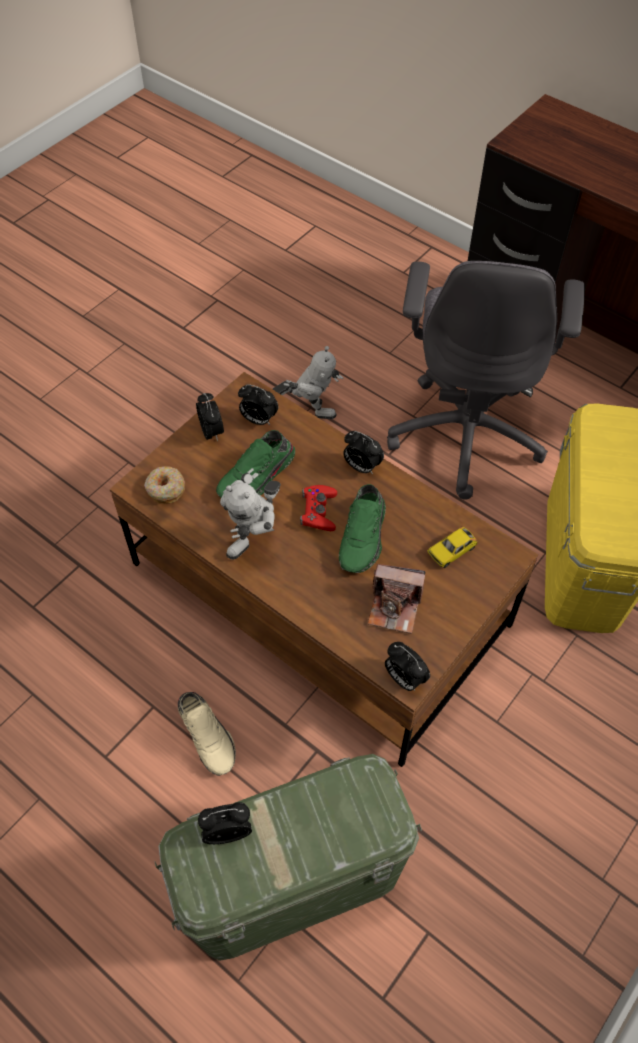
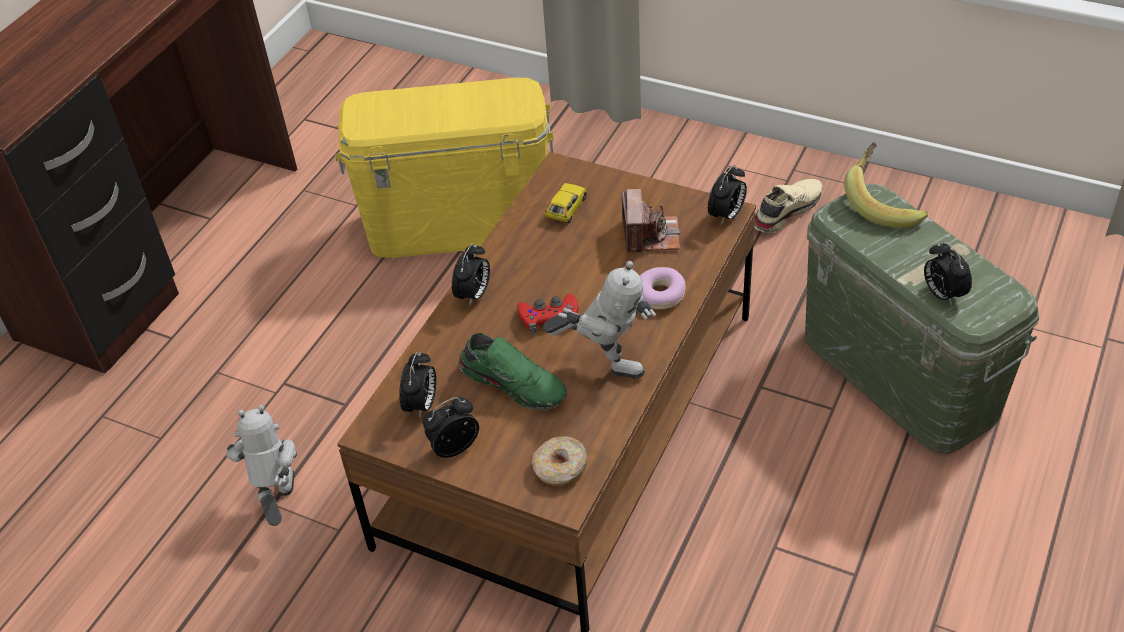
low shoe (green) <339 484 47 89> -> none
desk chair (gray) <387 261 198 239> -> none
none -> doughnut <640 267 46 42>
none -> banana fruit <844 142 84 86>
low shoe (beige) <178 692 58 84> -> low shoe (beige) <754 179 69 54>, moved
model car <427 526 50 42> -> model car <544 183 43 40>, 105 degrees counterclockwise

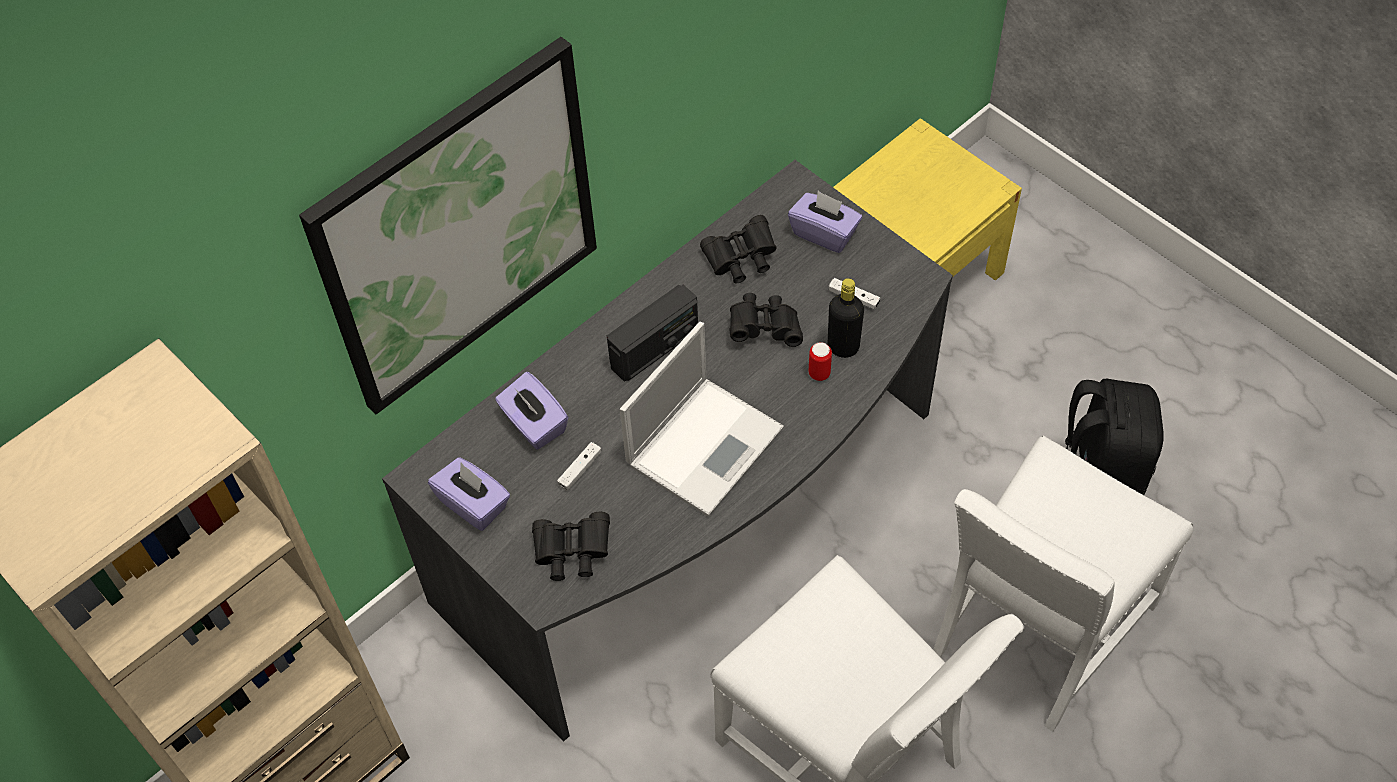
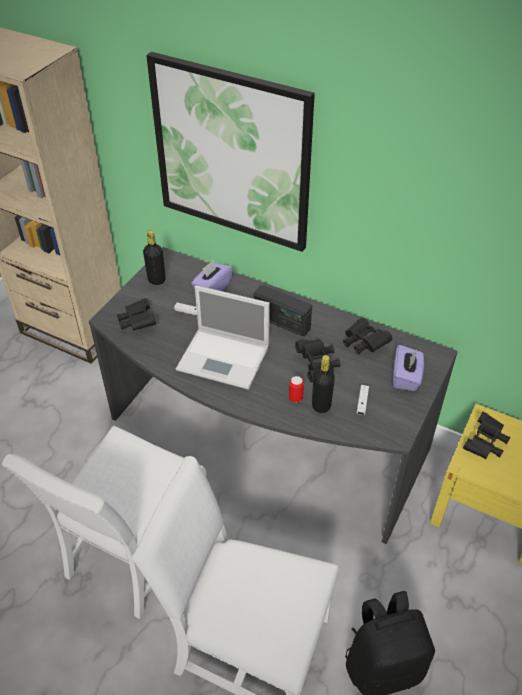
none -> field glasses (blackish) <463 412 47 47>
tissue holder (purple-coloured) <428 457 82 74> -> bottle (blackish) <143 230 23 55>

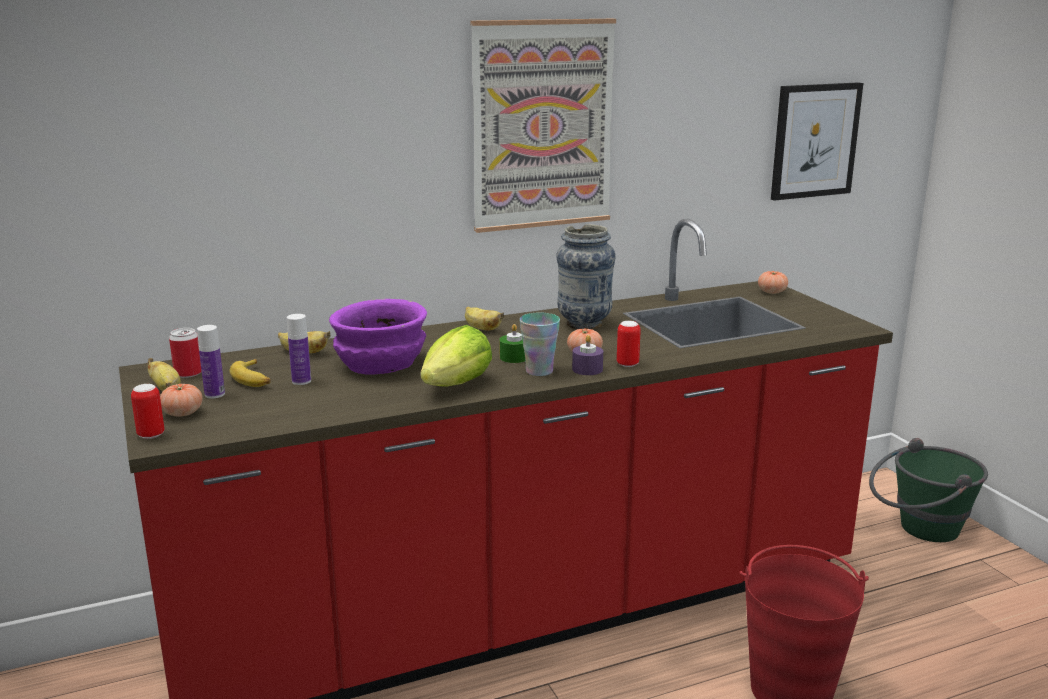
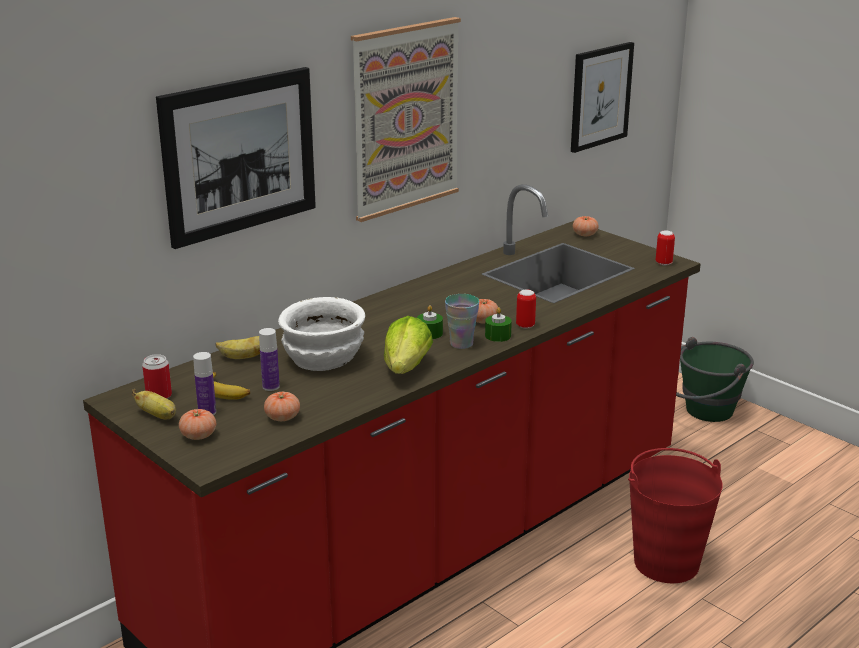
banana fruit <465 307 39 24> -> none
decorative vase <556 224 59 106> -> none
none -> wall art <156 67 160 182>
none -> whole tomato <264 392 36 29>
metal can <131 384 34 55> -> metal can <656 231 19 34>, moved
serving bowl (purple-coloured) <329 299 98 76> -> serving bowl (white) <278 297 87 74>
wax candle (purple-coloured) <572 335 31 40> -> wax candle (green) <485 307 27 35>

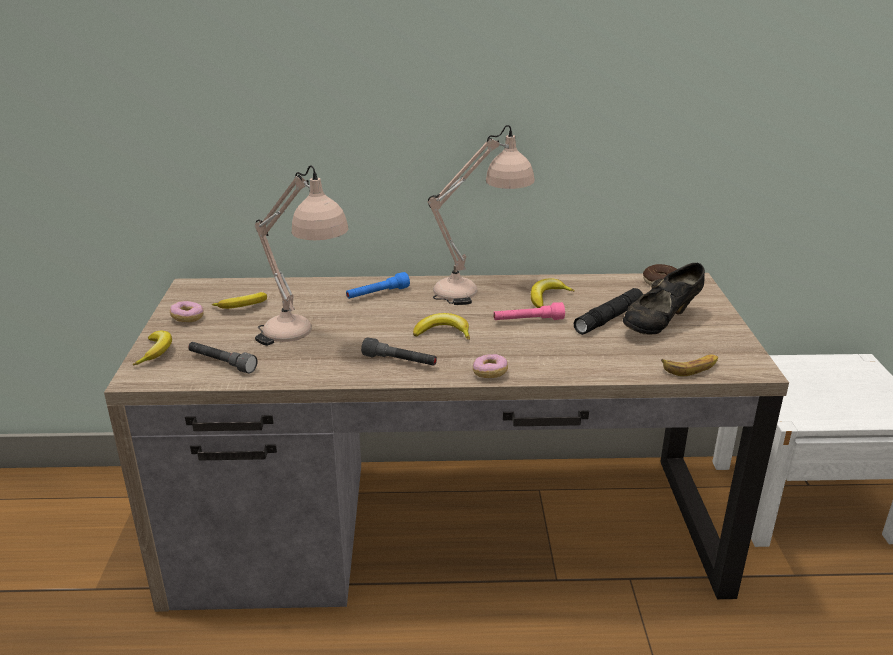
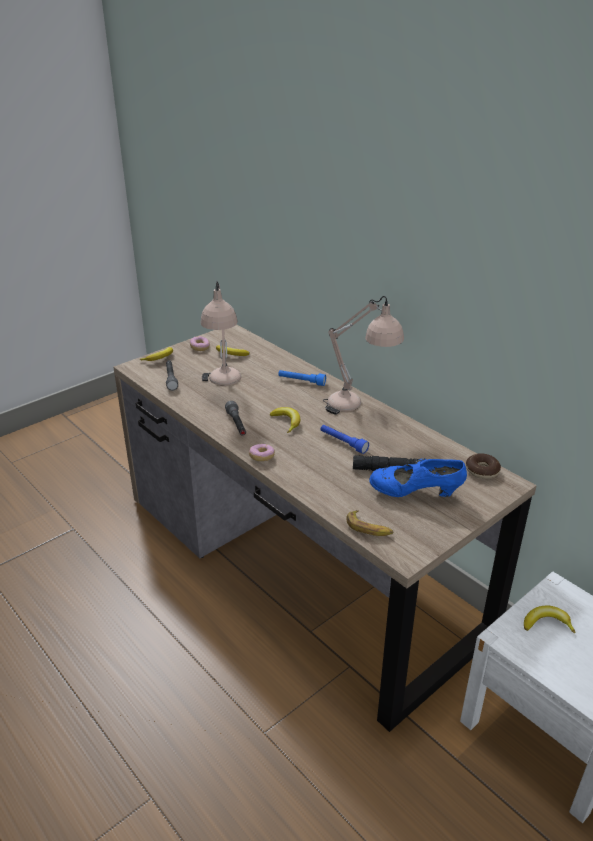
banana fruit <531 278 44 30> -> banana fruit <524 606 52 27>, moved
hand torch (pink) <493 302 72 18> -> hand torch (bluish) <321 425 48 29>
low shoe (blackish) <623 263 82 71> -> low shoe (bluish) <369 458 98 39>

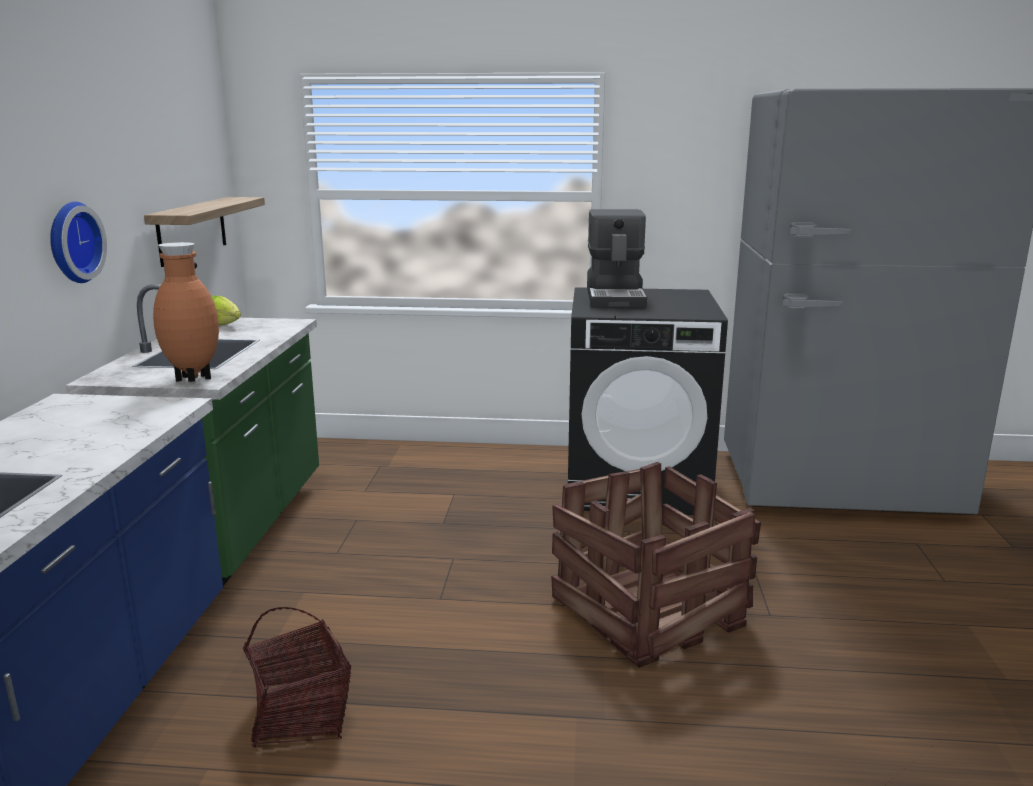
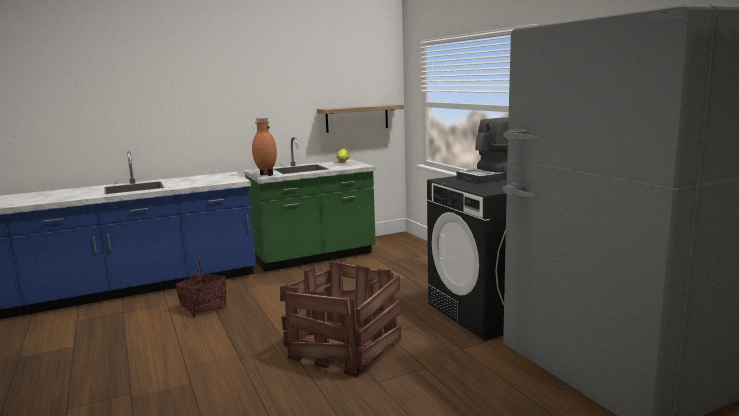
wall clock <50 202 57 81> -> none

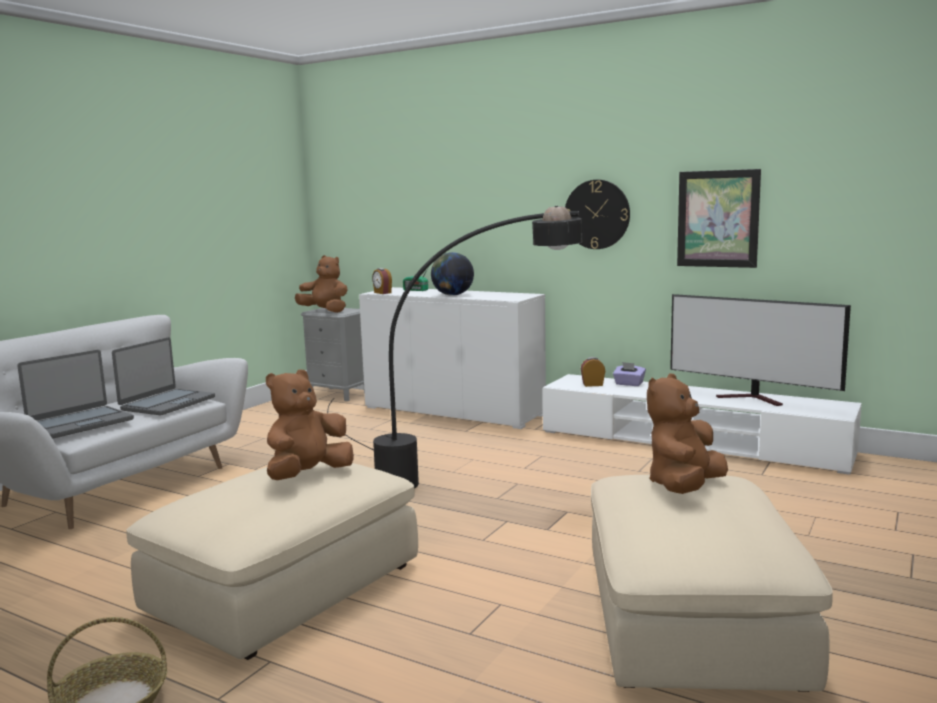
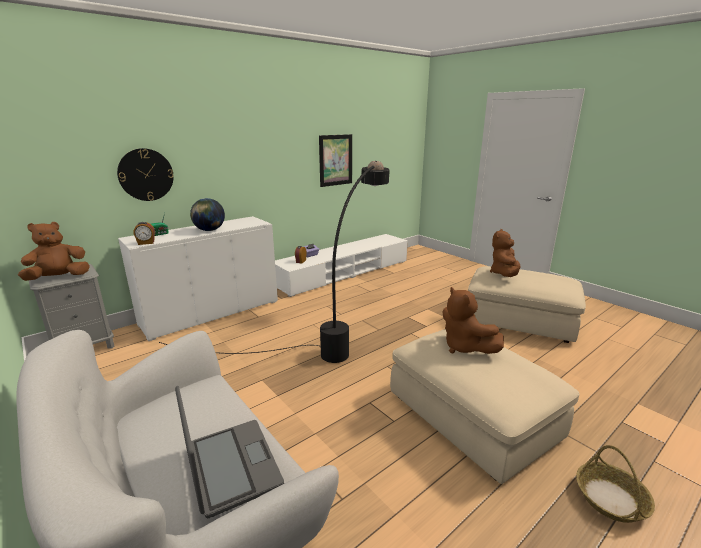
notebook computer <112 337 103 78> -> none
TV set <670 294 181 112> -> none
wall clock <565 180 65 69> -> wall clock <117 148 57 53>, moved
plush toy (brown) <647 373 81 121> -> plush toy (brown) <490 229 31 48>, 60 degrees clockwise

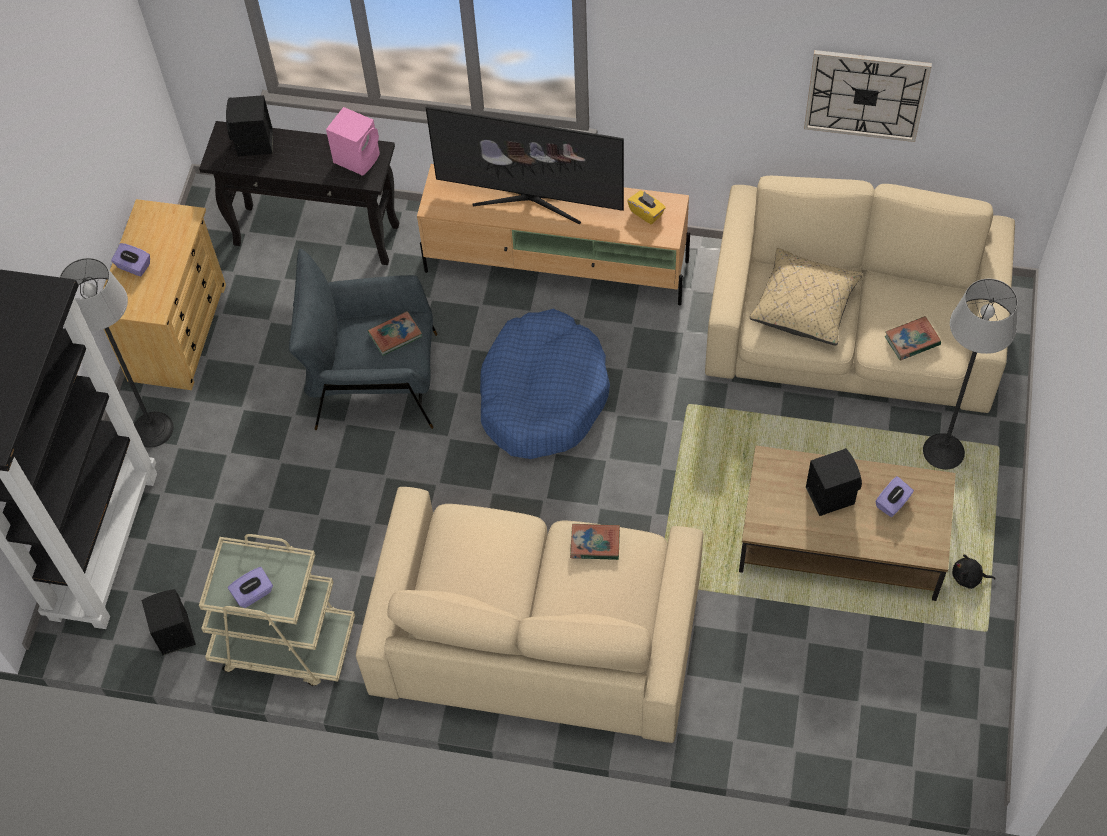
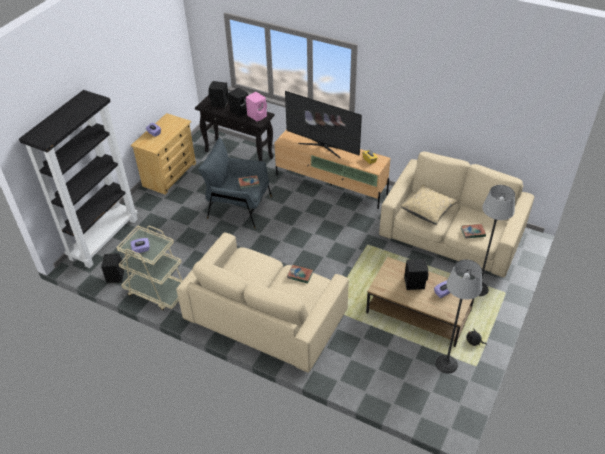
dog bed (bluish) <480 309 130 150> -> none
wall clock <804 50 128 92> -> none
none -> audio speaker (blackish) <228 88 20 29>
standard lamp <60 258 113 190> -> standard lamp <435 259 47 115>, moved

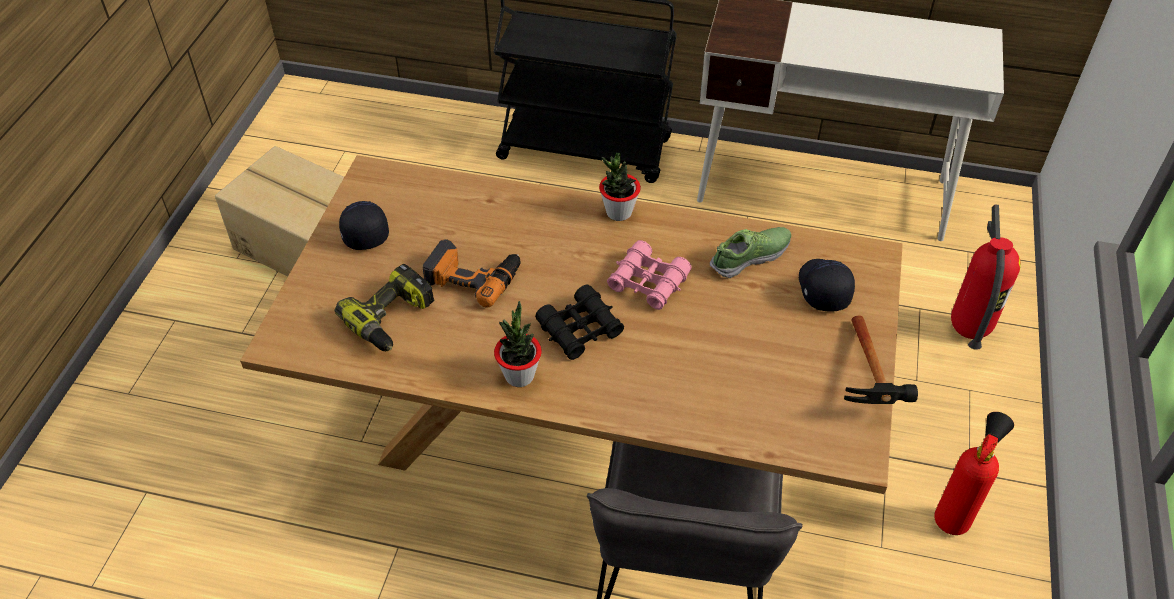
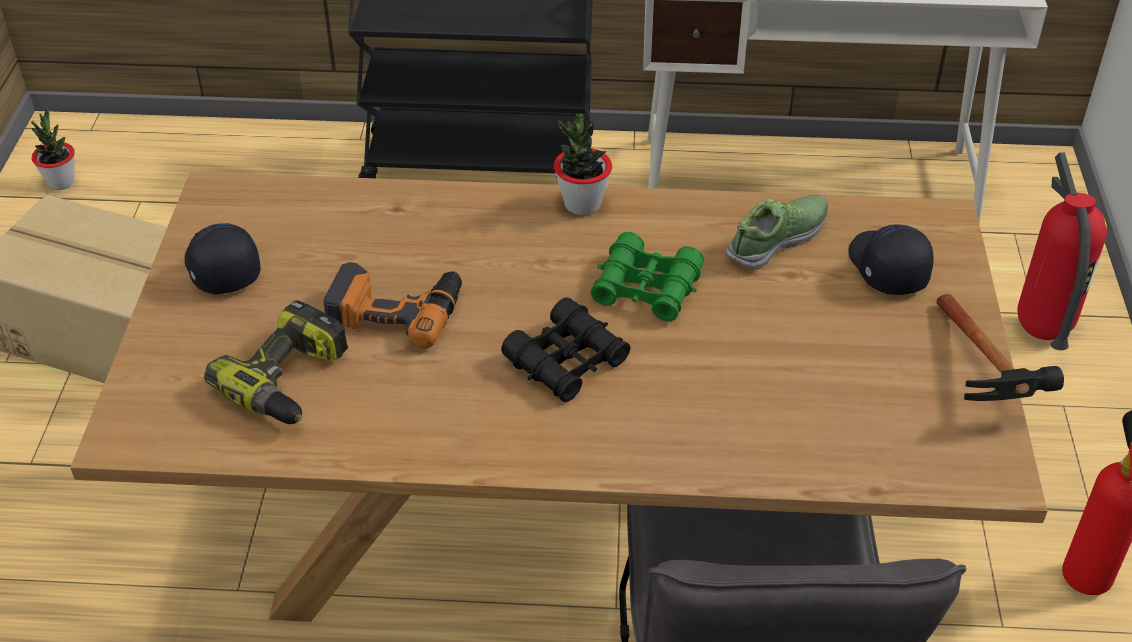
houseplant <494 301 48 86> -> houseplant <31 106 44 84>, moved
field glasses (pink) <607 240 84 70> -> field glasses (green) <591 232 113 89>

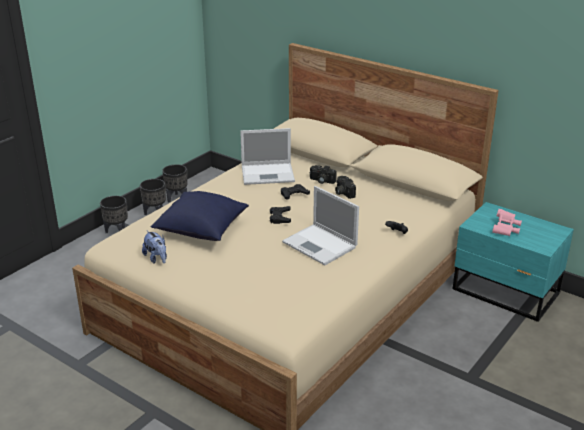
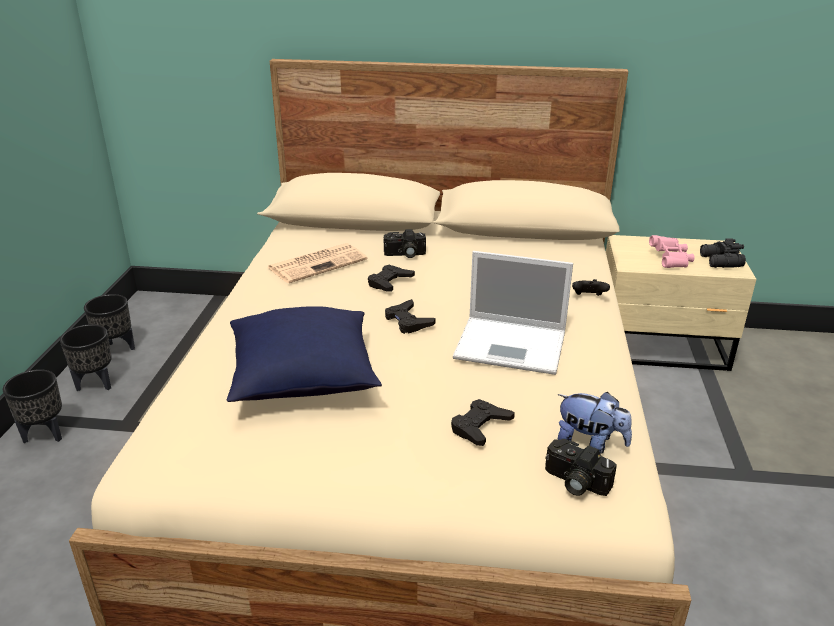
none -> gamepad (blackish) <451 399 64 47>
none -> field glasses (blackish) <700 239 46 29>
plush toy <142 230 25 34> -> plush toy <558 392 74 61>, moved
still camera <335 176 21 23> -> still camera <545 439 72 57>, moved
notebook computer <240 128 55 57> -> printed paper <268 243 99 40>
bedside table (turquoise) <453 202 121 120> -> bedside table (beige) <606 235 151 136>

